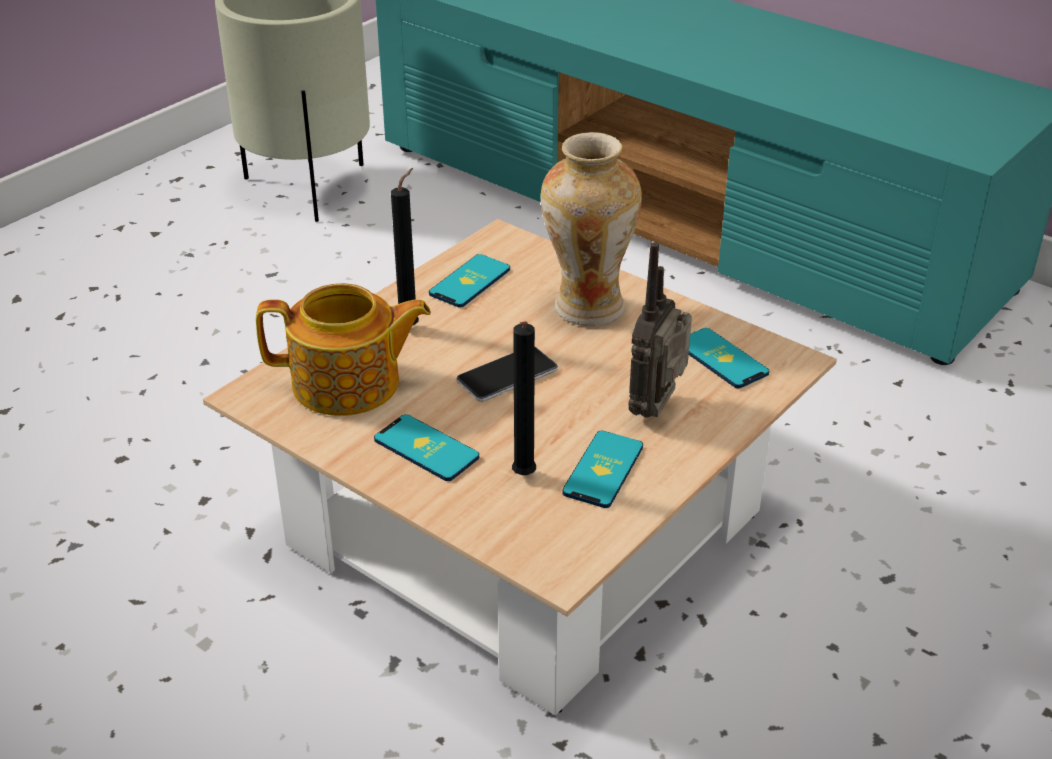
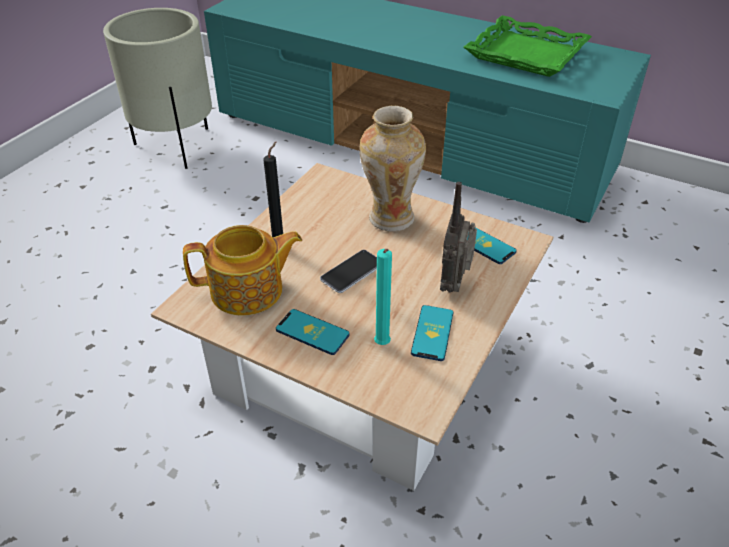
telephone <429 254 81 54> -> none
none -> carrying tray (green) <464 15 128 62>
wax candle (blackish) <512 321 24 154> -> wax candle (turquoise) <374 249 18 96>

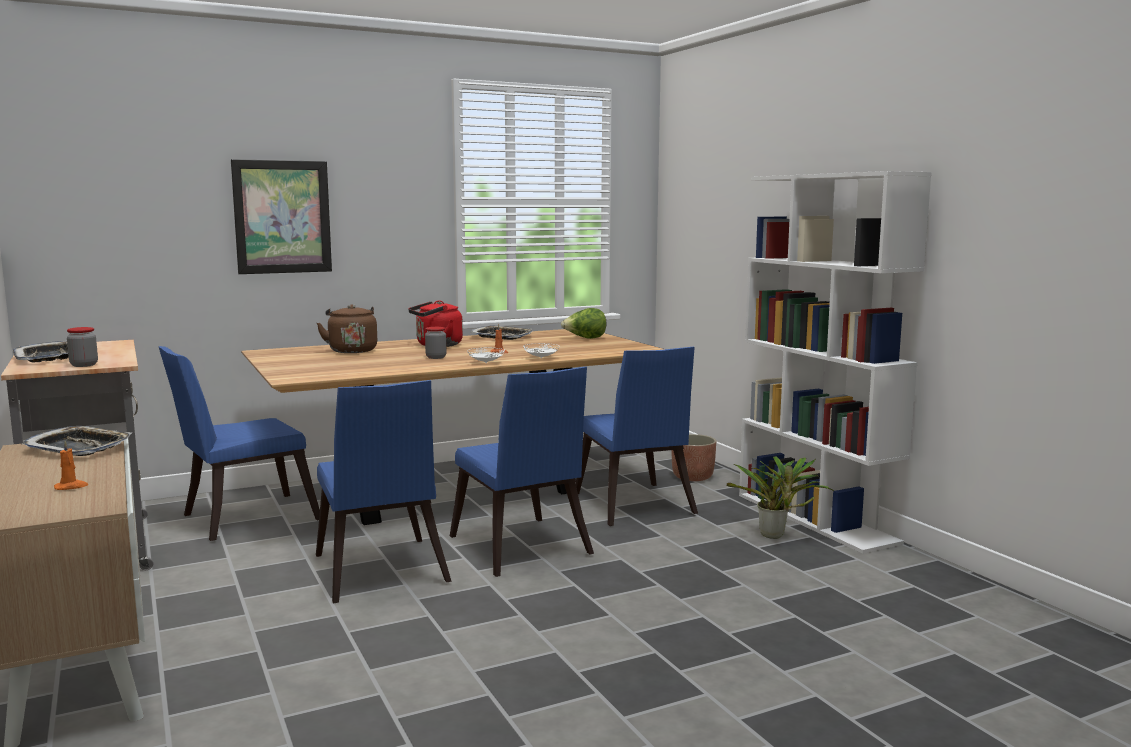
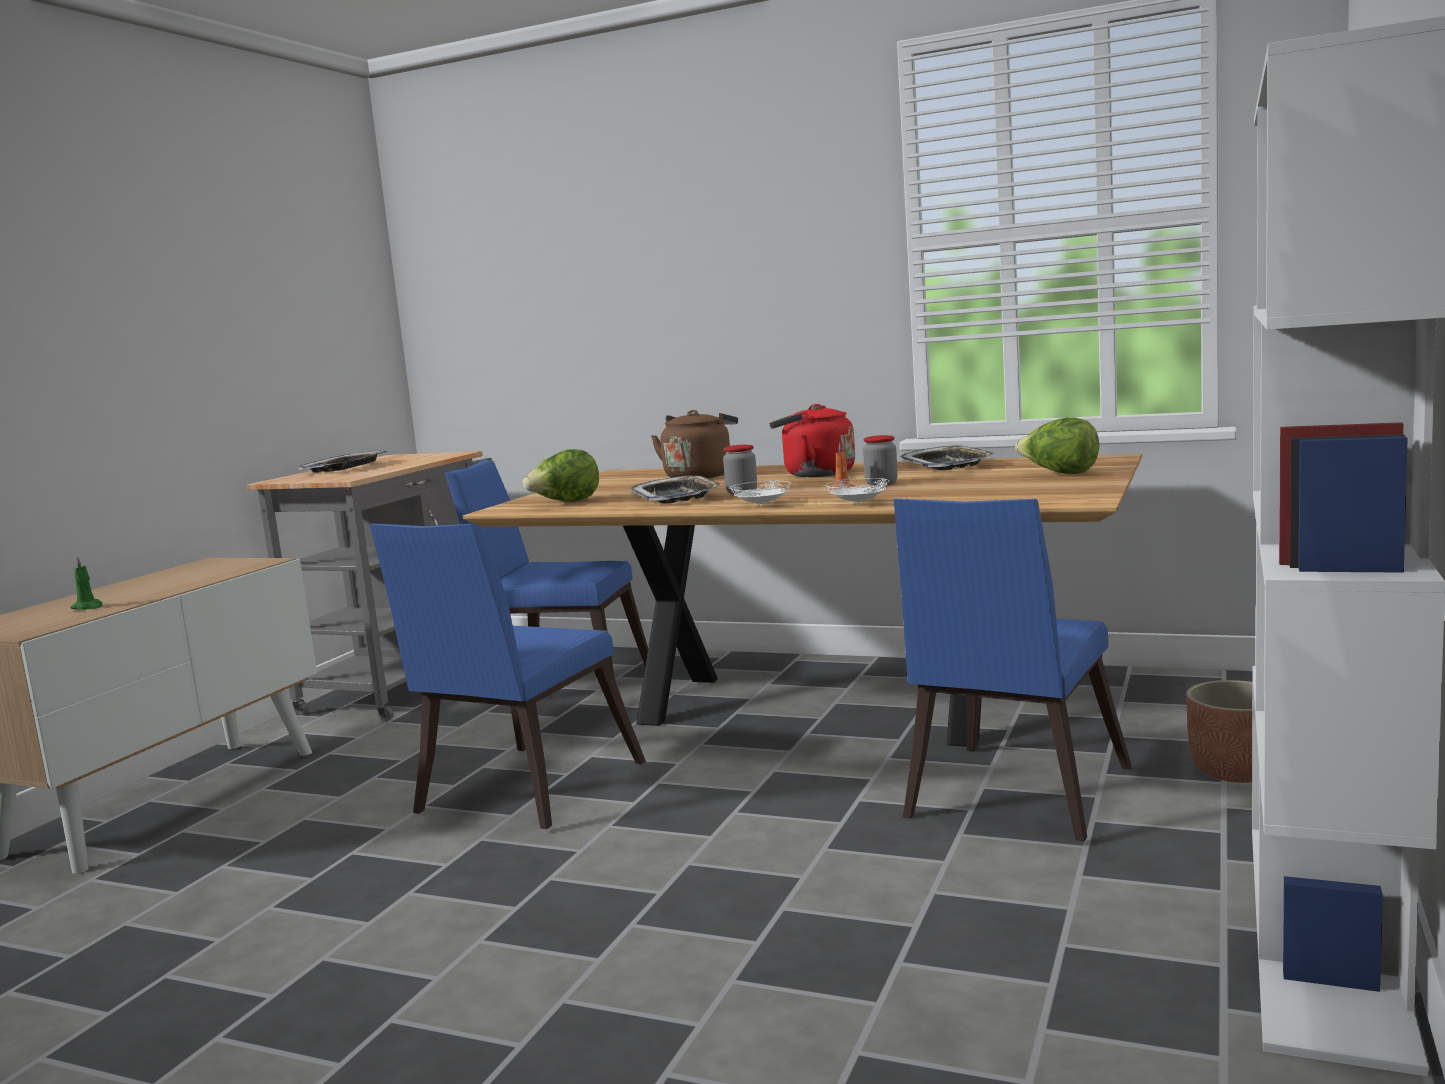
wall art <231 159 101 115> -> none
upright chair (bluish) <450 367 144 210> -> none
houseplant <727 456 107 83> -> none
none -> head of lettuce <523 449 76 53>
carrying tray <21 426 112 30> -> carrying tray <630 475 92 29>, moved
preserve jar <67 327 31 40> -> preserve jar <863 435 35 51>, moved
wax candle (orange-coloured) <54 440 34 50> -> wax candle (green) <70 556 32 54>

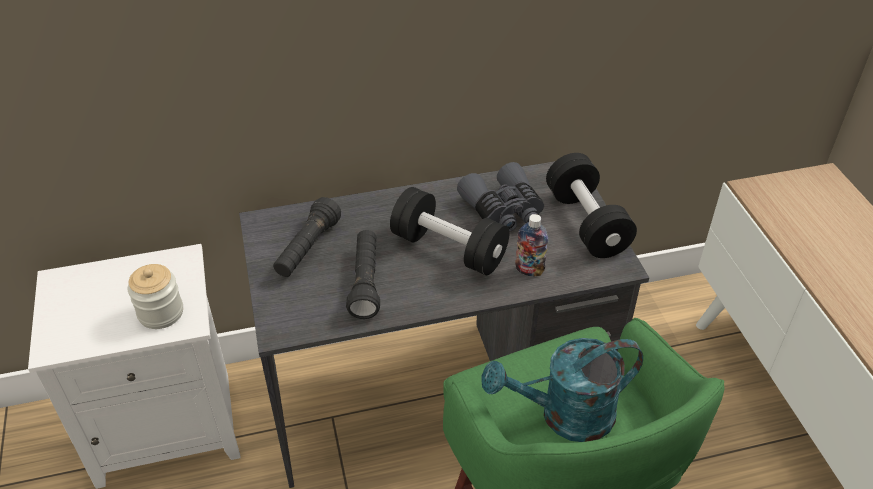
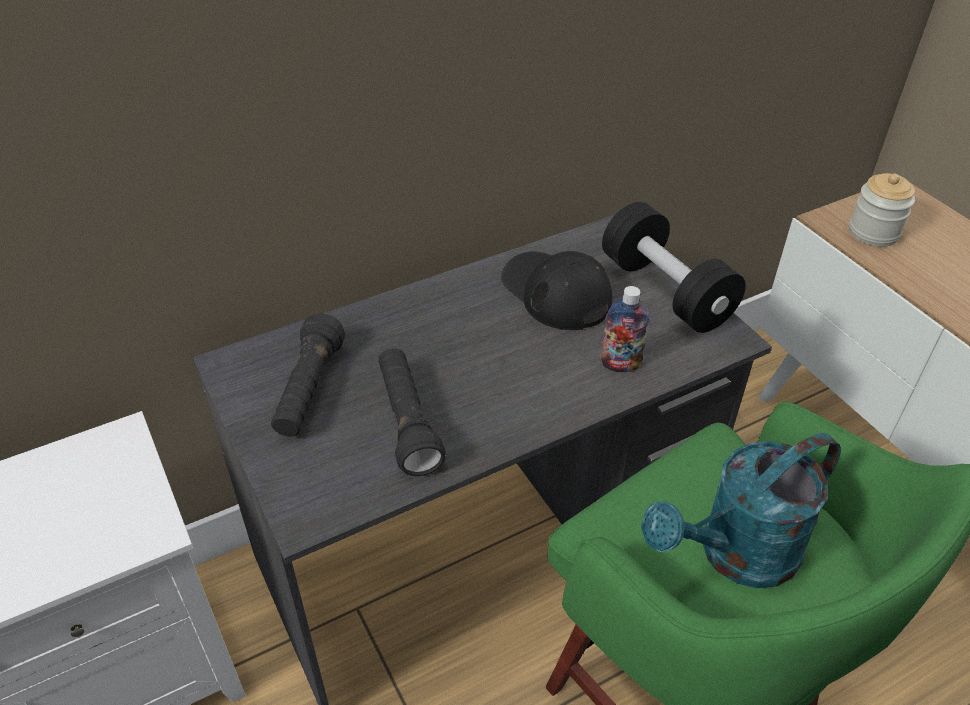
hand weight (blackish) <390 187 119 88> -> none
preserve jar <128 264 55 65> -> preserve jar <849 173 66 74>, moved
field glasses (gray) <457 162 87 70> -> baseball cap (blackish) <501 251 111 79>

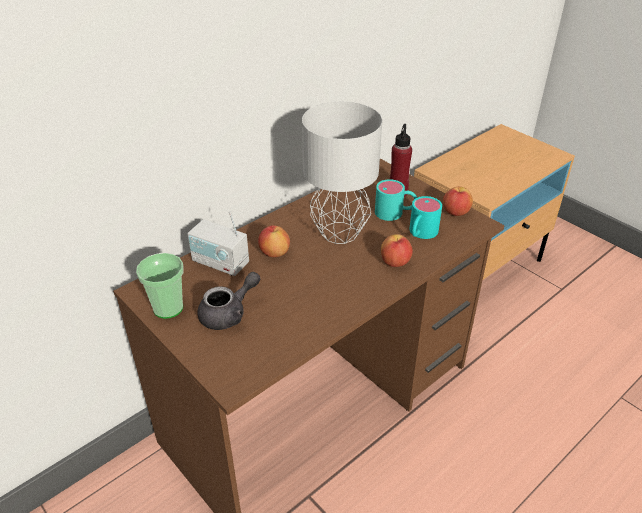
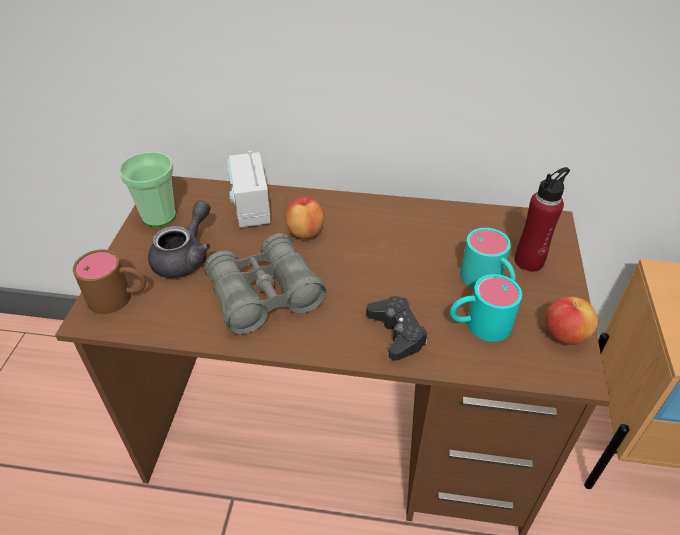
table lamp (gray) <302 101 80 143> -> none
none -> coffee mug (brown) <73 249 73 65>
none -> field glasses (gray) <204 233 123 101>
whole apple <381 234 32 33> -> gamepad (blackish) <366 296 62 65>
teapot (gray) <198 272 62 58> -> teapot (gray) <148 200 63 78>, 75 degrees counterclockwise

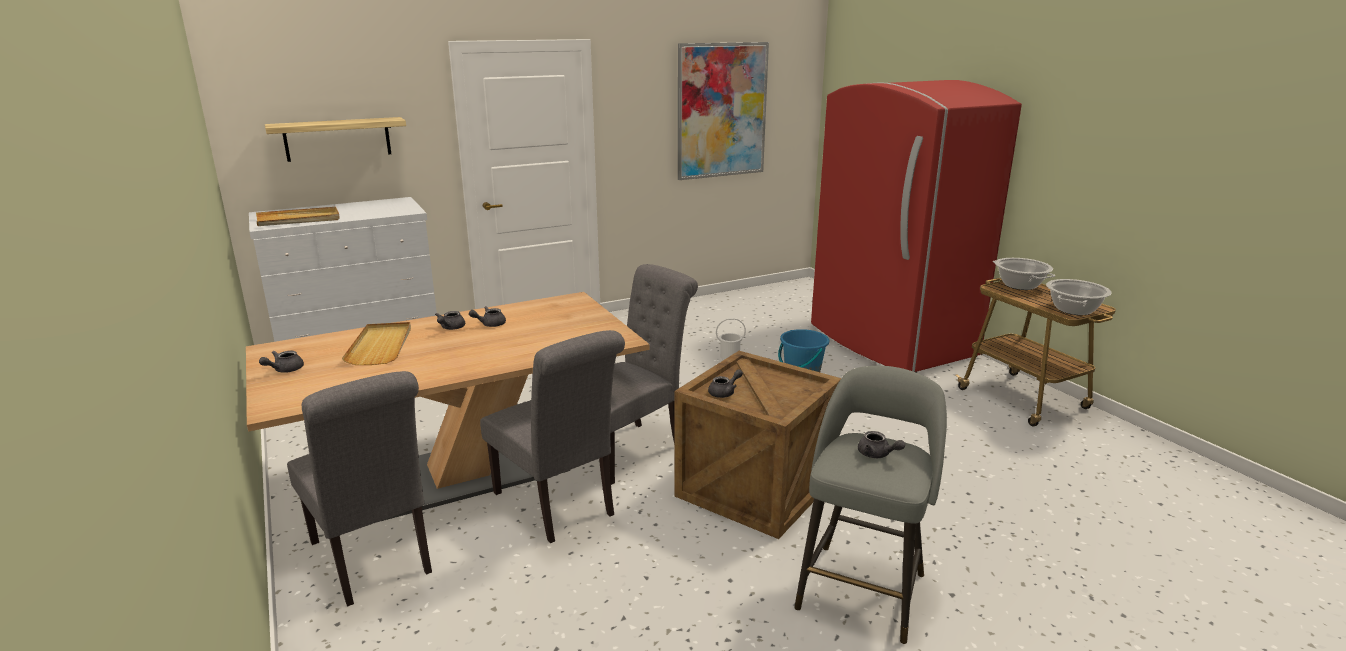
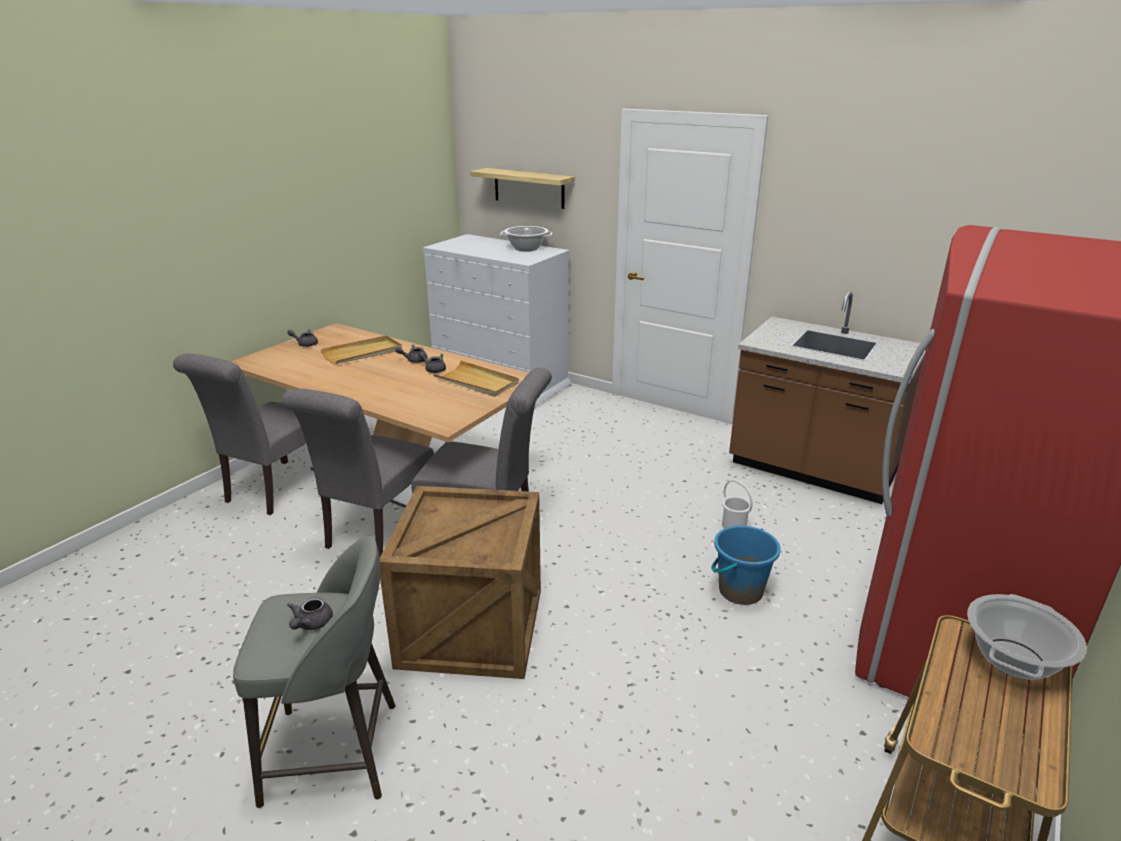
wall art <678 42 91 138> -> none
teapot (gray) <708 369 35 29> -> none
none -> kitchen counter (brown) <729 292 196 212>
carrying tray (beige) <256 207 84 19> -> carrying tray (beige) <433 360 86 37>, moved
stockpot <1046 279 66 36> -> stockpot <500 226 53 25>, moved

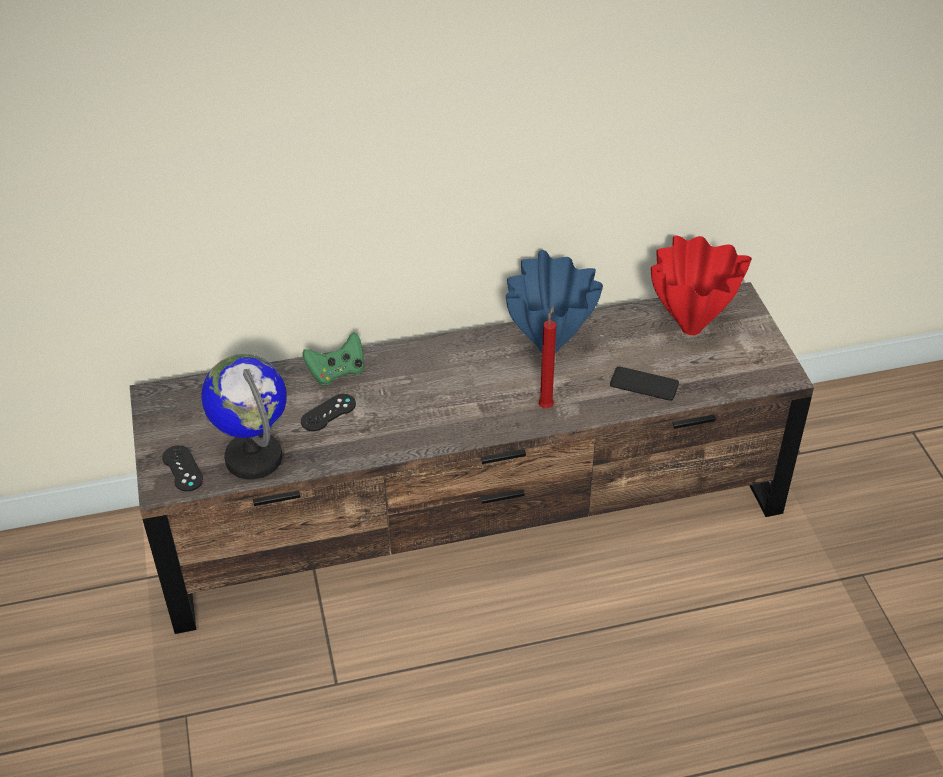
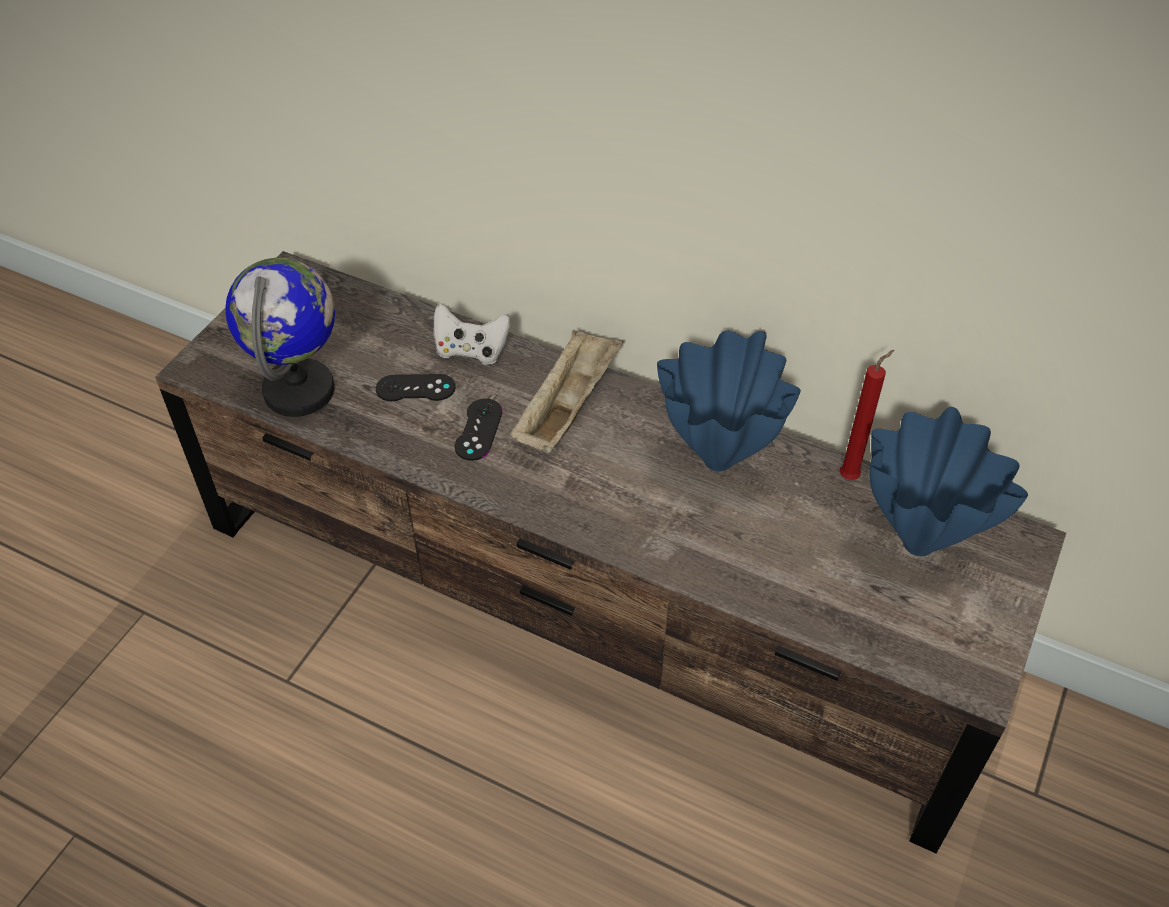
telephone <610 366 69 35> -> none
none -> carrying tray (beige) <510 329 113 124>
gamepad (blackish) <162 445 42 46> -> gamepad (blackish) <454 398 49 63>, moved
wax candle (red-coloured) <539 306 17 102> -> wax candle (red-coloured) <840 350 54 130>, moved
gamepad (green) <302 332 62 53> -> gamepad (white) <434 304 76 61>
decorative vase (red-coloured) <651 235 101 100> -> decorative vase (bluish) <870 407 158 149>

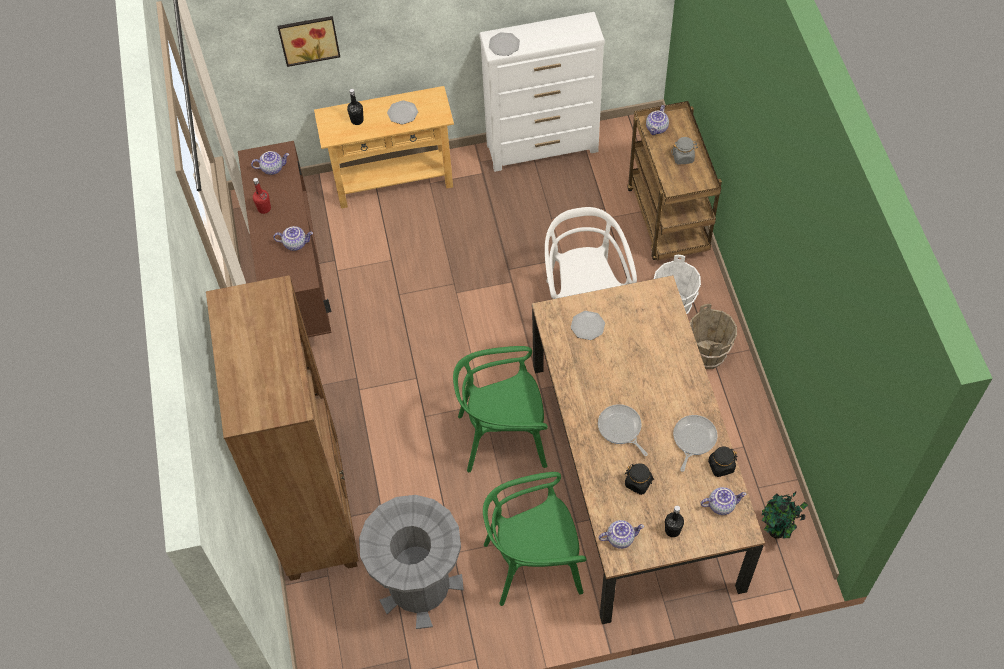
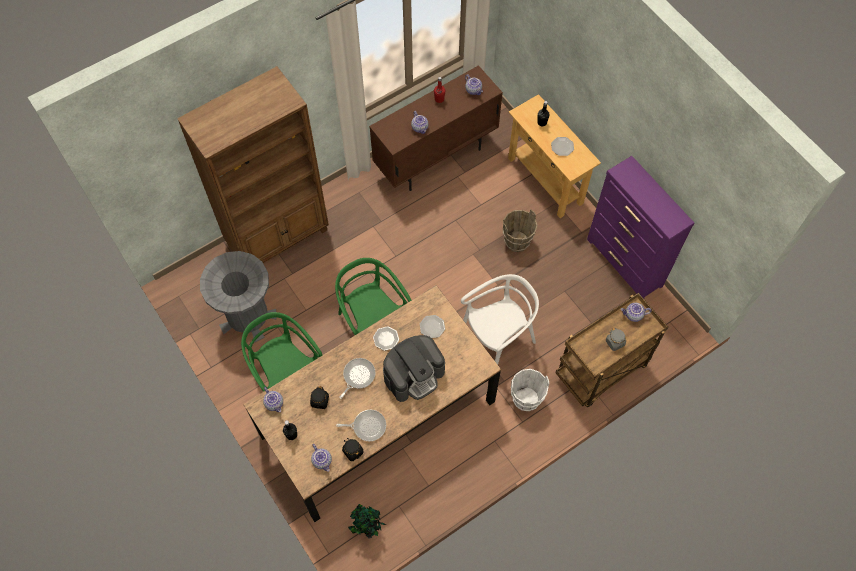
wall art <278 16 62 51> -> none
none -> coffee maker <383 335 62 67>
plate <489 32 31 24> -> plate <373 326 26 25>, moved
pail (brown) <690 304 47 65> -> pail (brown) <503 210 34 42>, moved
chest of drawers (white) <479 12 126 160> -> chest of drawers (purple-coloured) <587 156 108 142>

